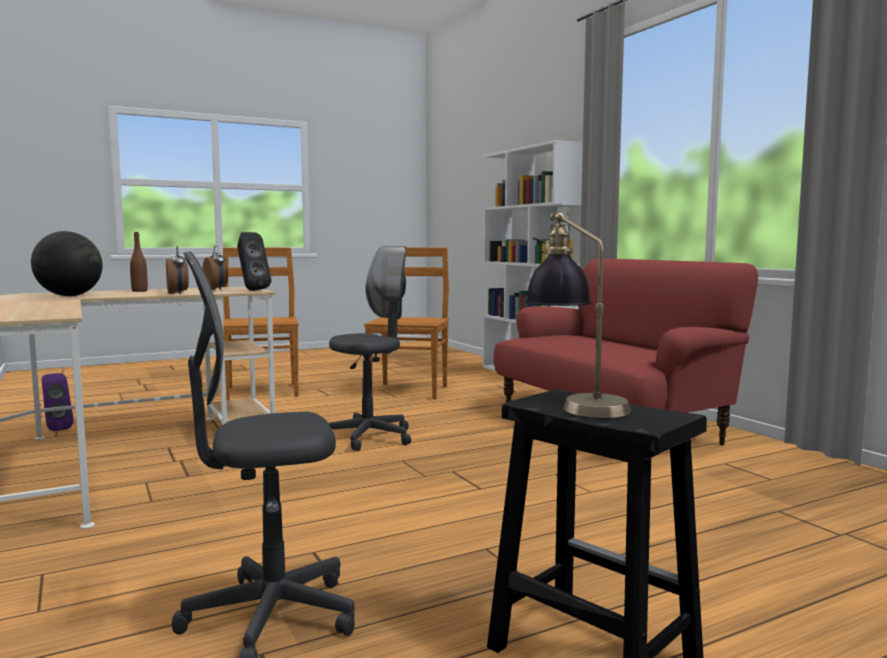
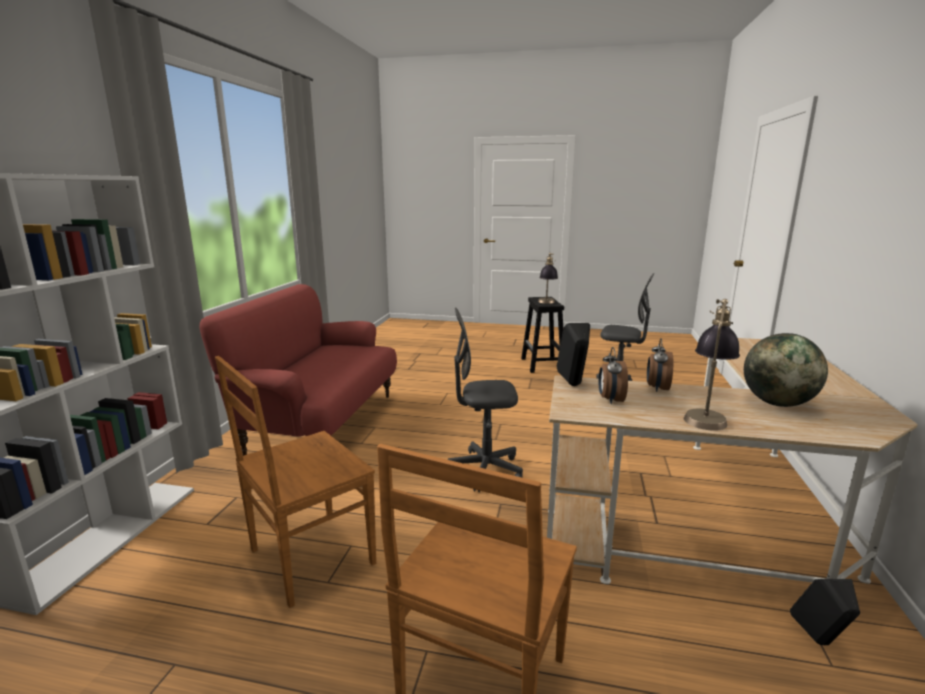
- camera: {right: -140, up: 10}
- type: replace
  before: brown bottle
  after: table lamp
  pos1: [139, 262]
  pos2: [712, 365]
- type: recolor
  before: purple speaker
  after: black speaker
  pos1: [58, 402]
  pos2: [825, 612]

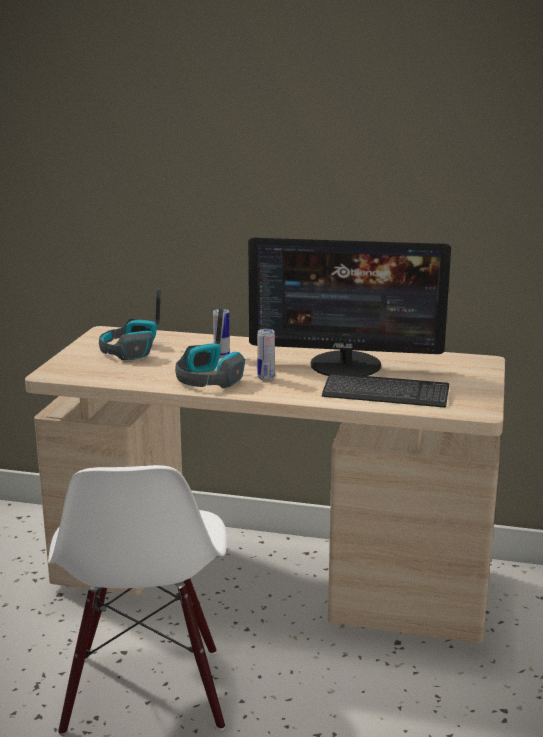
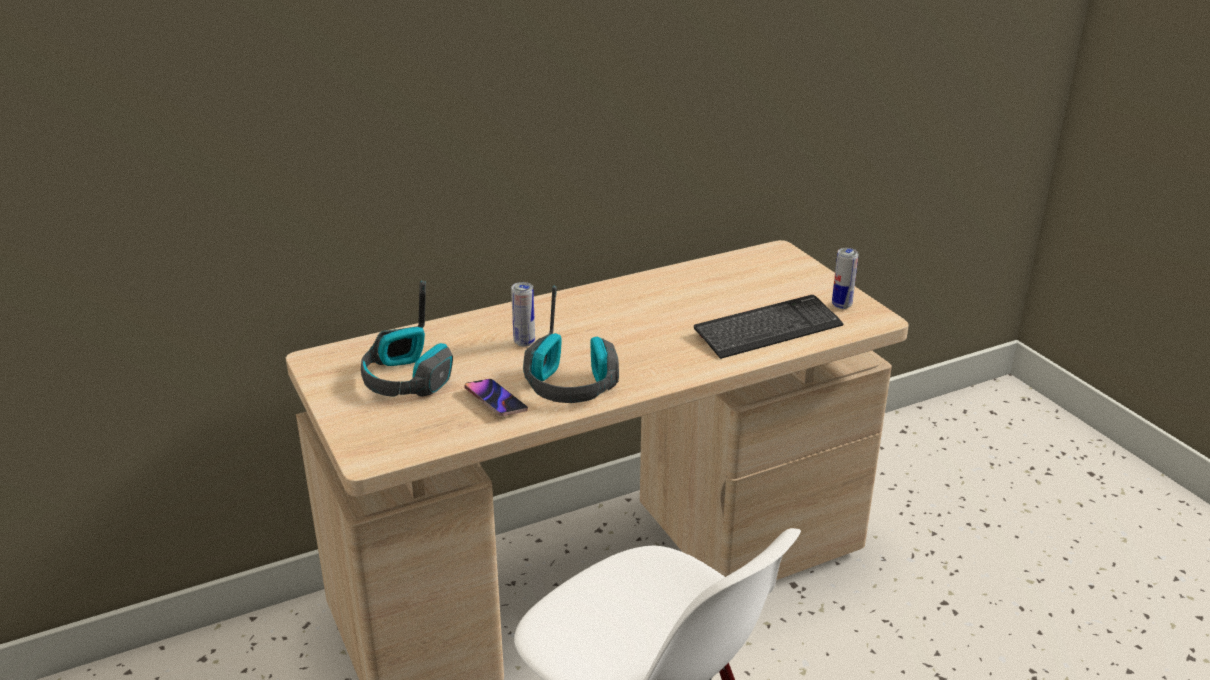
- camera: {right: -40, up: 10}
- type: insert
  after: phone
  pos2: [496, 397]
- type: move
  before: can
  pos1: [266, 355]
  pos2: [845, 278]
- type: delete
  before: monitor
  pos1: [349, 306]

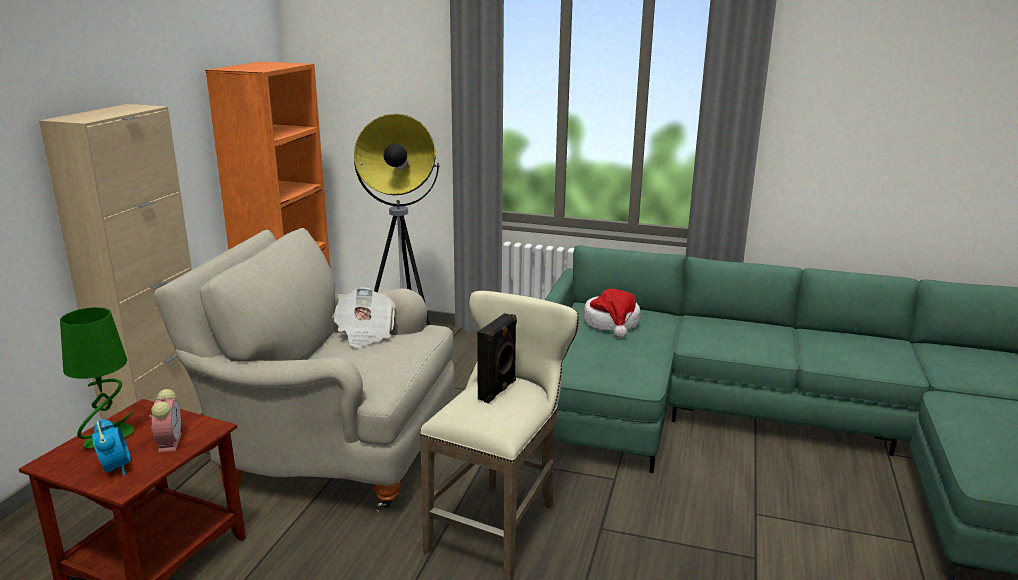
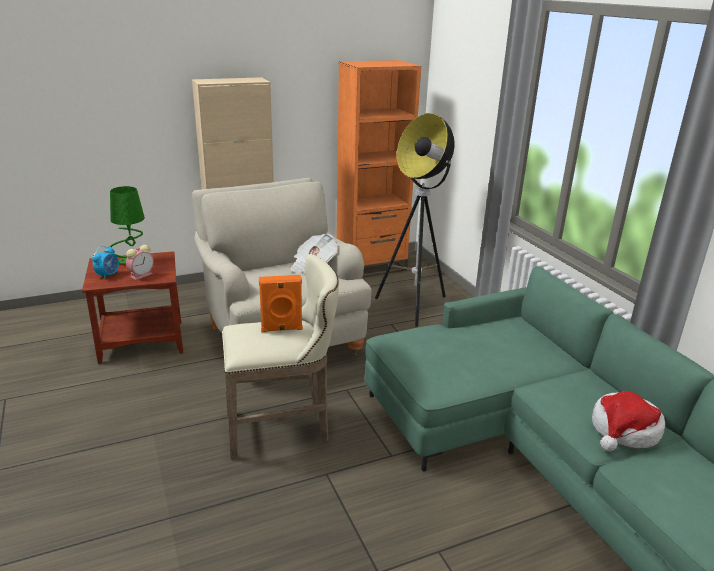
- camera: {right: 50, up: 5}
- type: recolor
  before: black speaker
  after: orange speaker
  pos1: [497, 358]
  pos2: [281, 303]
- type: move
  before: hat
  pos1: [612, 314]
  pos2: [628, 421]

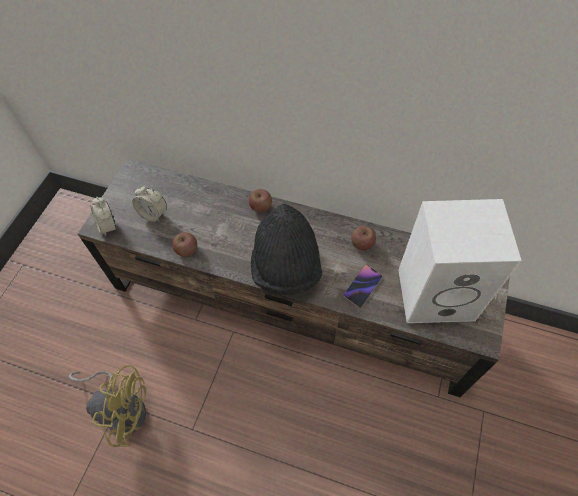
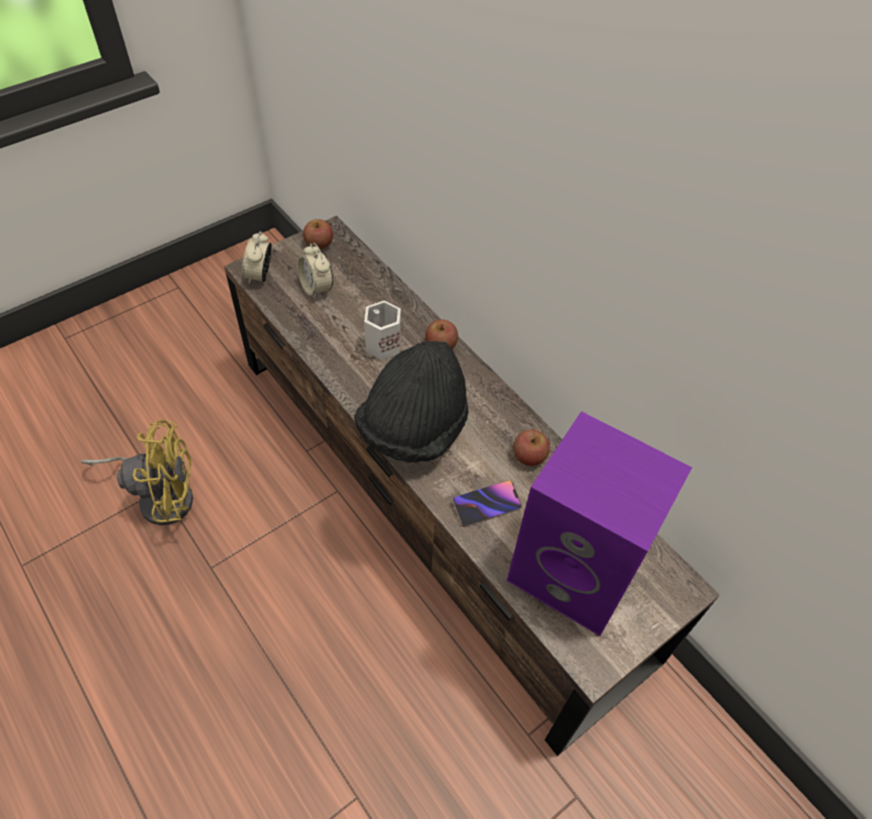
- camera: {right: 30, up: -5}
- type: rotate
  before: yellow fan
  pos1: [107, 406]
  pos2: [137, 472]
  turn: -45
- type: move
  before: apple
  pos1: [184, 244]
  pos2: [318, 234]
- type: insert
  after: white mug
  pos2: [382, 330]
- type: recolor
  before: white speaker
  after: purple speaker
  pos1: [460, 261]
  pos2: [599, 523]

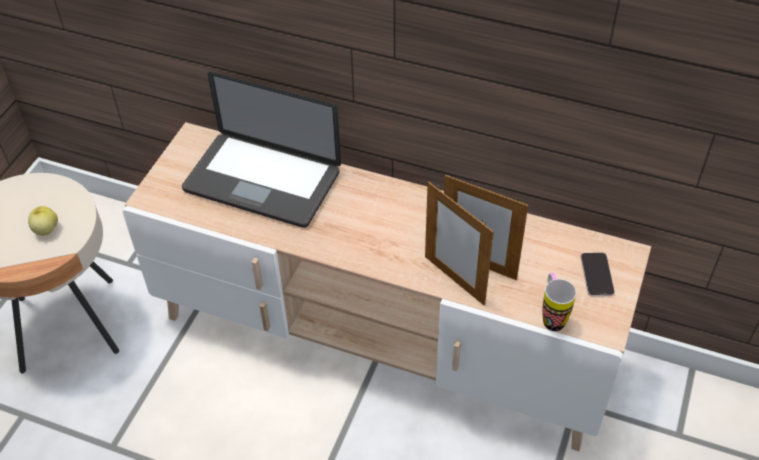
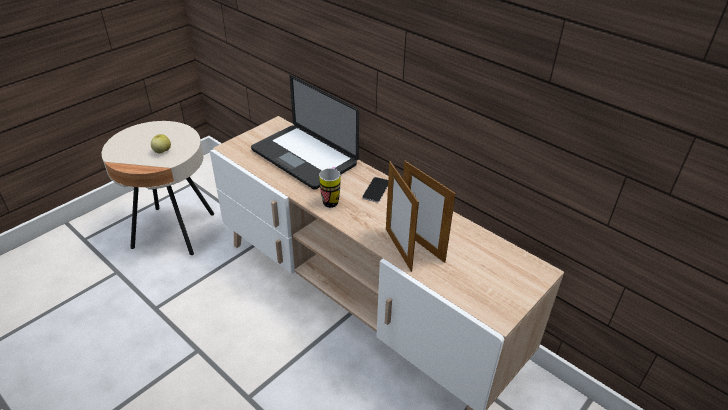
- camera: {right: 20, up: -10}
- type: move
  before: mug
  pos1: [559, 302]
  pos2: [329, 187]
- type: move
  before: phone
  pos1: [598, 274]
  pos2: [375, 189]

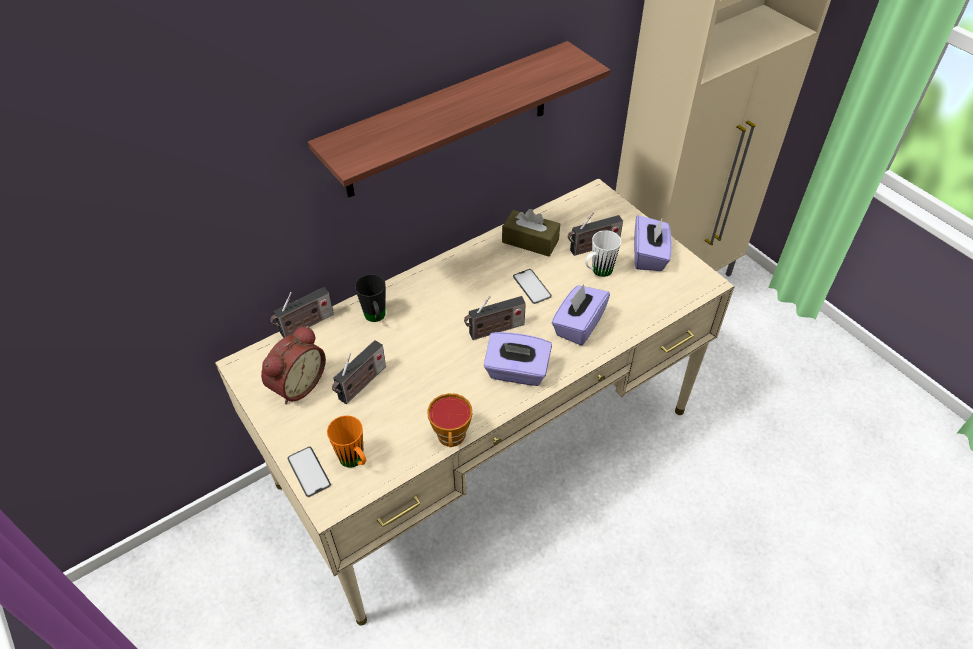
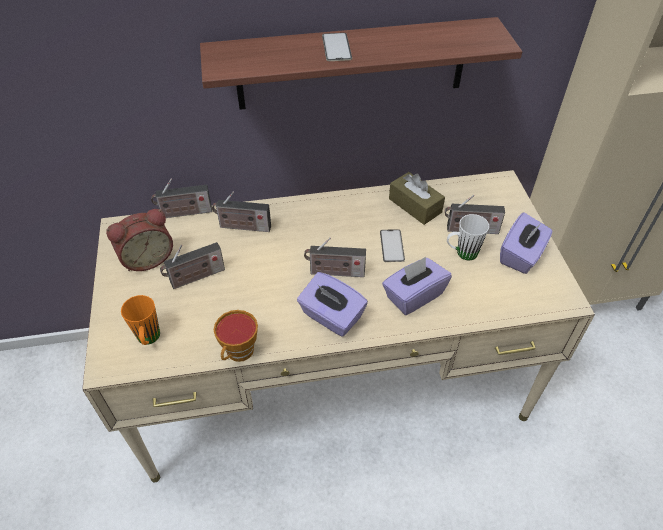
- camera: {right: 25, up: 0}
- type: replace
  before: black mug
  after: radio
  pos1: [370, 298]
  pos2: [241, 211]
- type: move
  before: phone
  pos1: [309, 472]
  pos2: [337, 47]

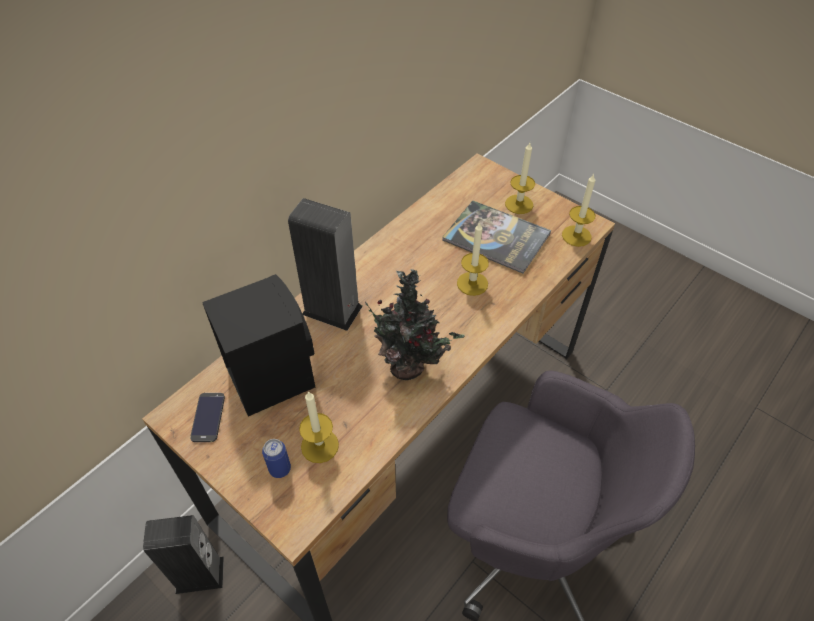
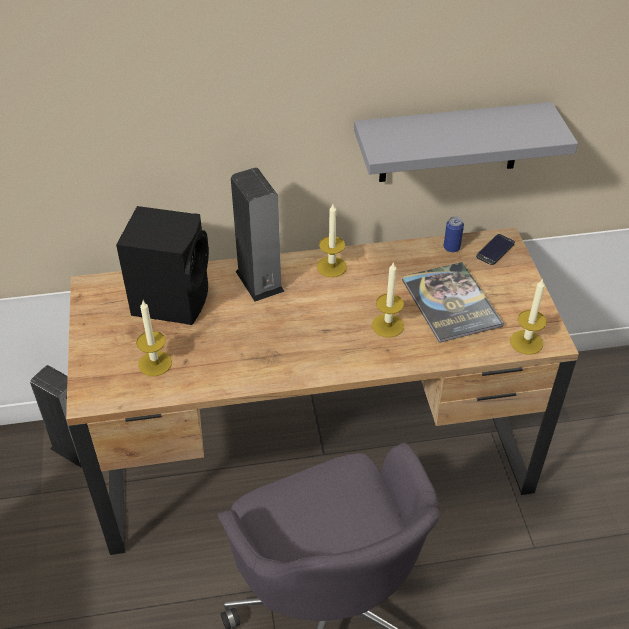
- camera: {right: 40, up: -5}
- type: move
  before: candle
  pos1: [520, 178]
  pos2: [332, 240]
- type: insert
  after: grey shelf
  pos2: [466, 142]
- type: move
  before: can
  pos1: [276, 458]
  pos2: [454, 234]
- type: move
  before: phone
  pos1: [207, 417]
  pos2: [495, 249]
- type: delete
  before: potted plant
  pos1: [411, 324]

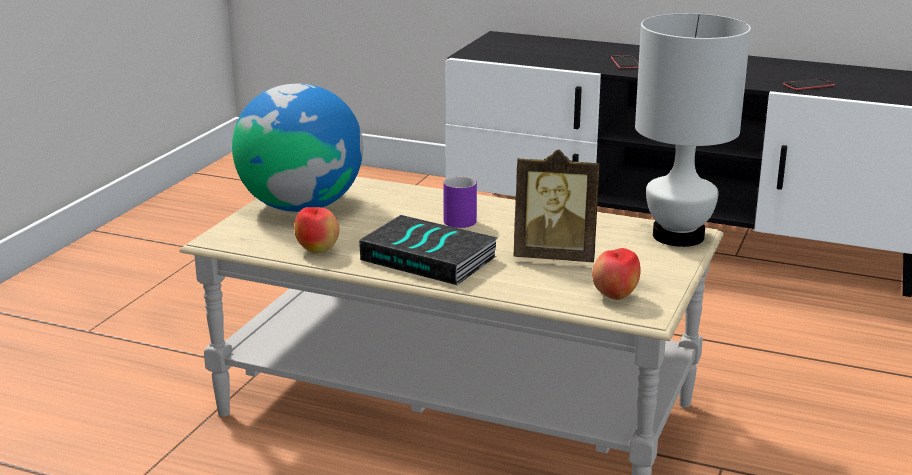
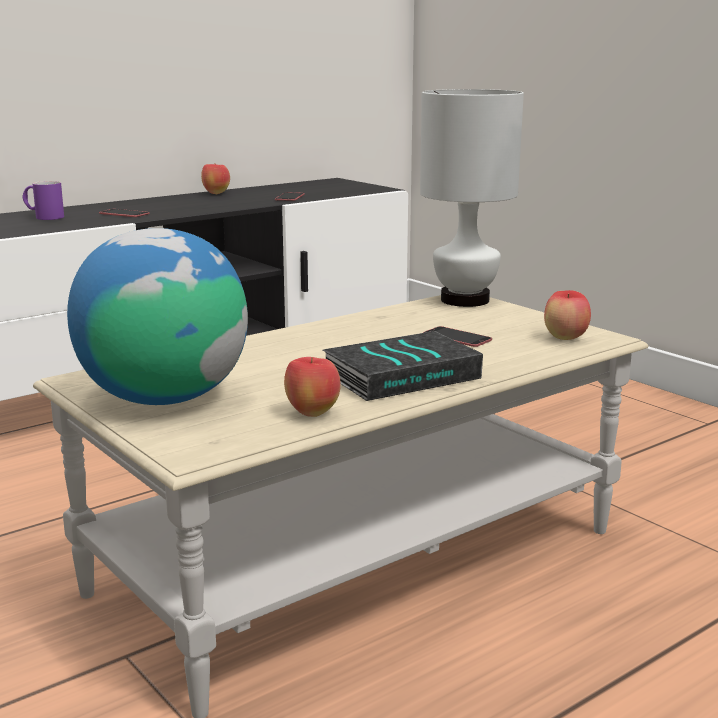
- camera: {right: -60, up: -5}
- type: move
  before: purple mug
  pos1: [460, 202]
  pos2: [43, 200]
- type: insert
  after: apple
  pos2: [215, 178]
- type: replace
  before: picture frame
  after: phone
  pos1: [556, 205]
  pos2: [457, 336]

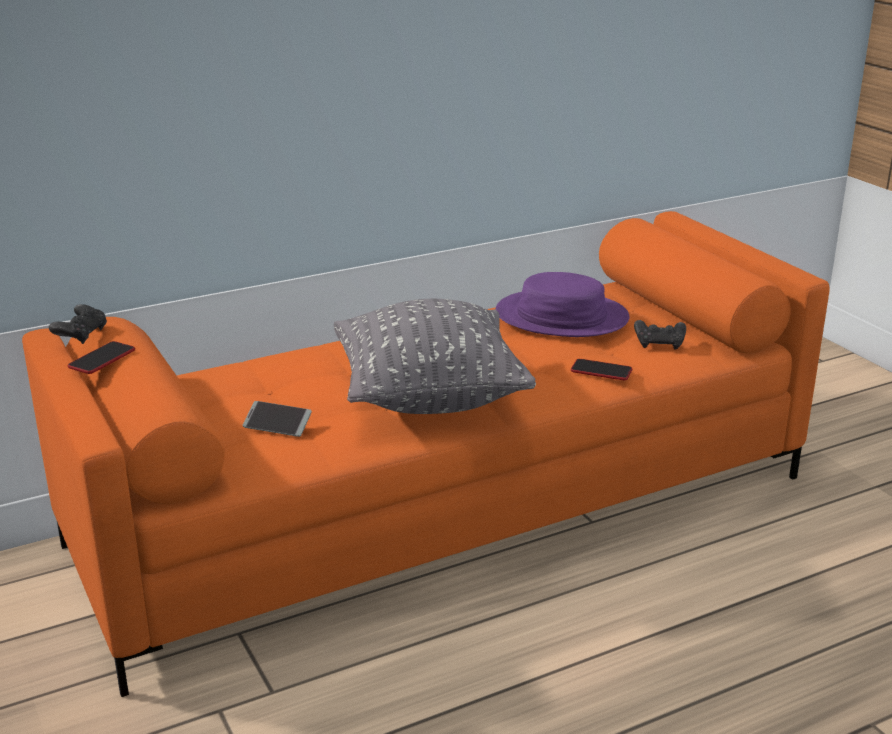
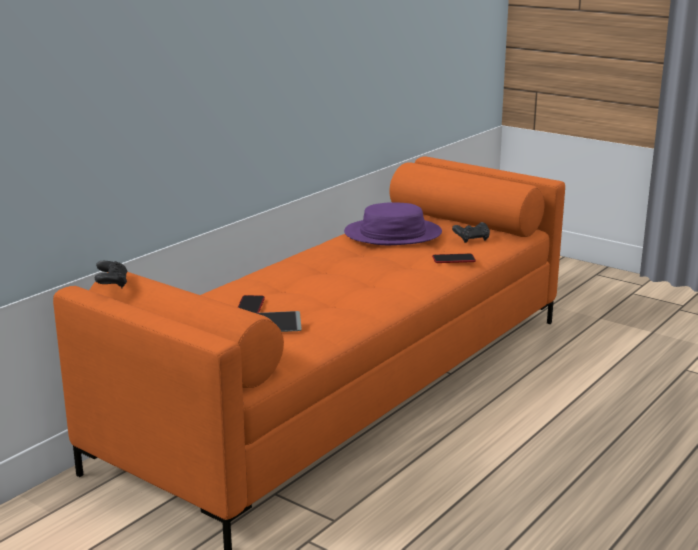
- camera: {right: -25, up: -5}
- type: move
  before: phone
  pos1: [101, 357]
  pos2: [251, 304]
- type: delete
  before: grey pillow
  pos1: [435, 356]

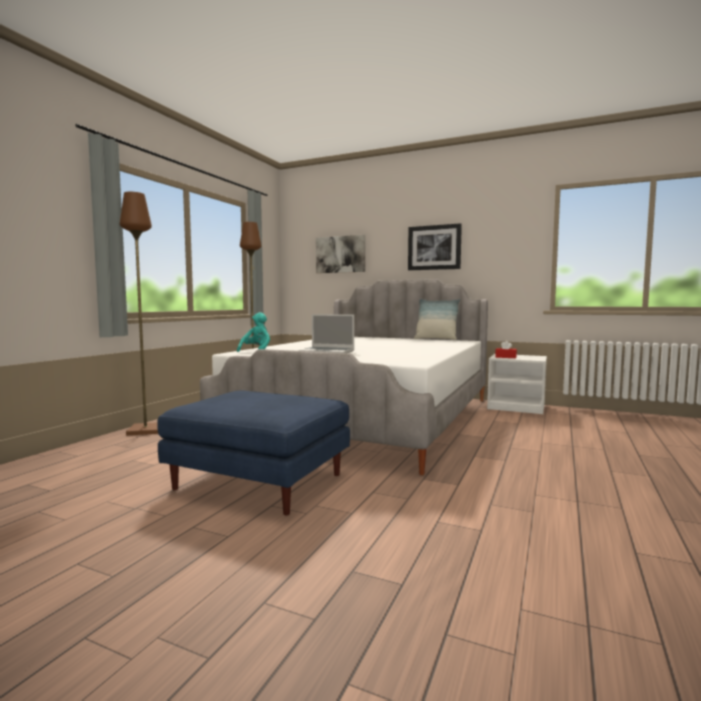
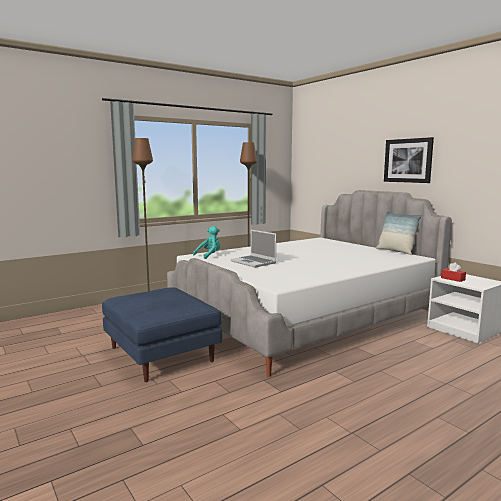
- camera: {right: 30, up: 5}
- type: delete
  before: picture
  pos1: [340, 254]

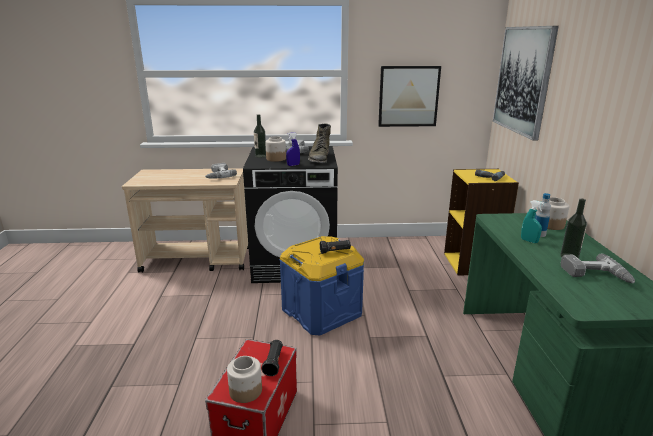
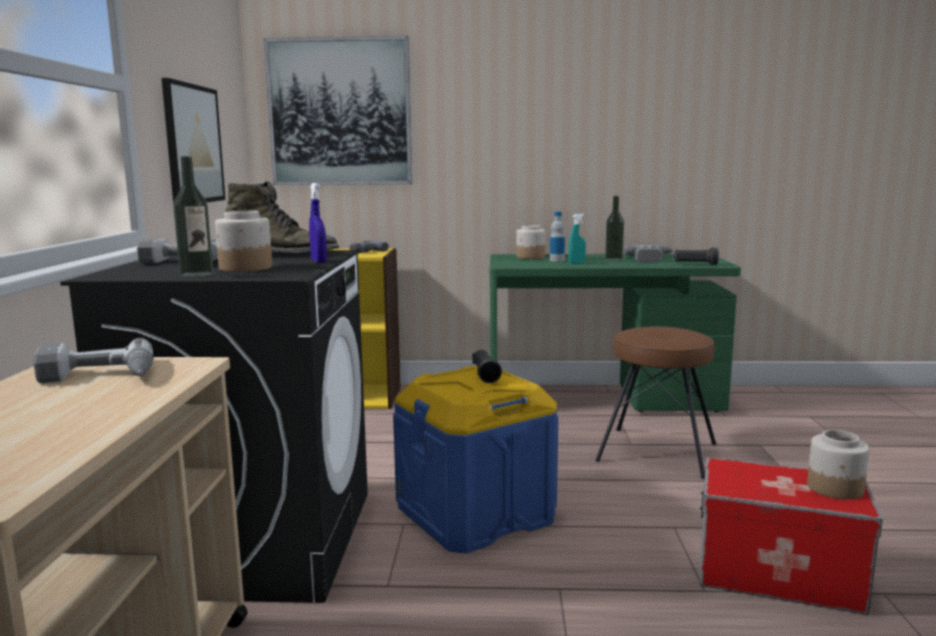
- camera: {right: -85, up: -10}
- type: insert
  after: brown stool
  pos2: [655, 402]
- type: move
  before: black flashlight
  pos1: [272, 358]
  pos2: [696, 256]

